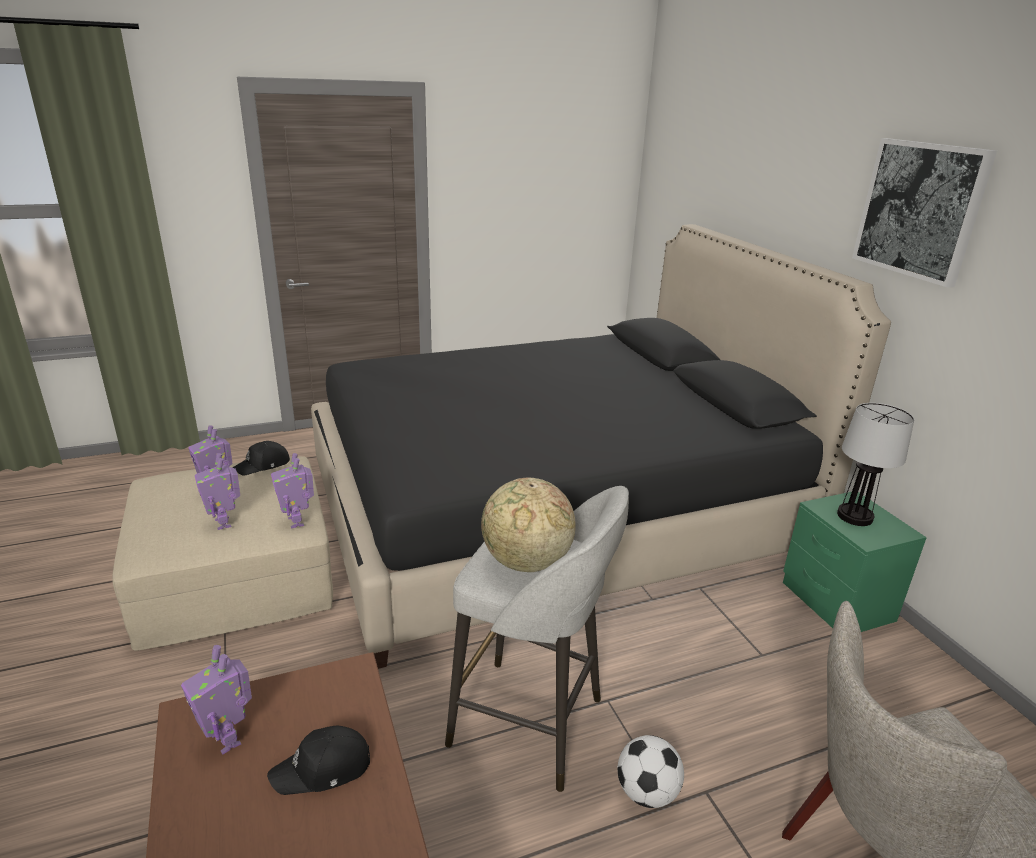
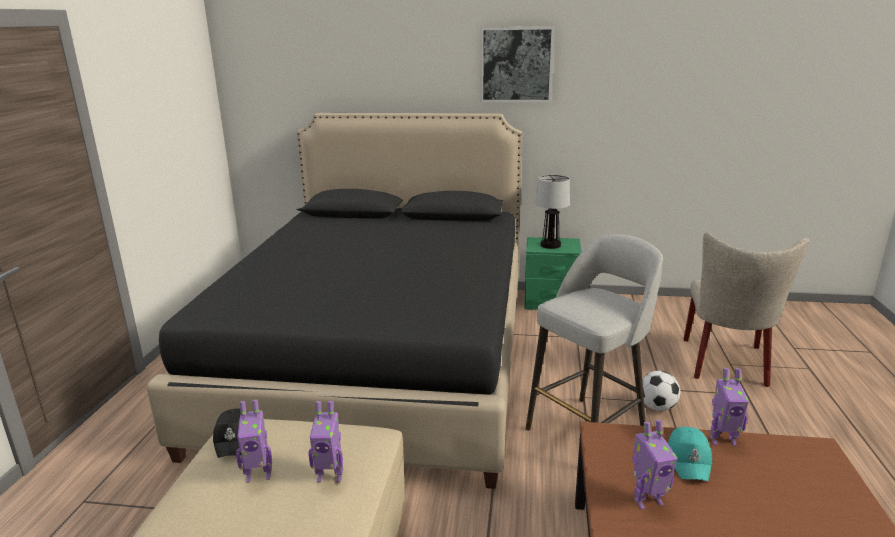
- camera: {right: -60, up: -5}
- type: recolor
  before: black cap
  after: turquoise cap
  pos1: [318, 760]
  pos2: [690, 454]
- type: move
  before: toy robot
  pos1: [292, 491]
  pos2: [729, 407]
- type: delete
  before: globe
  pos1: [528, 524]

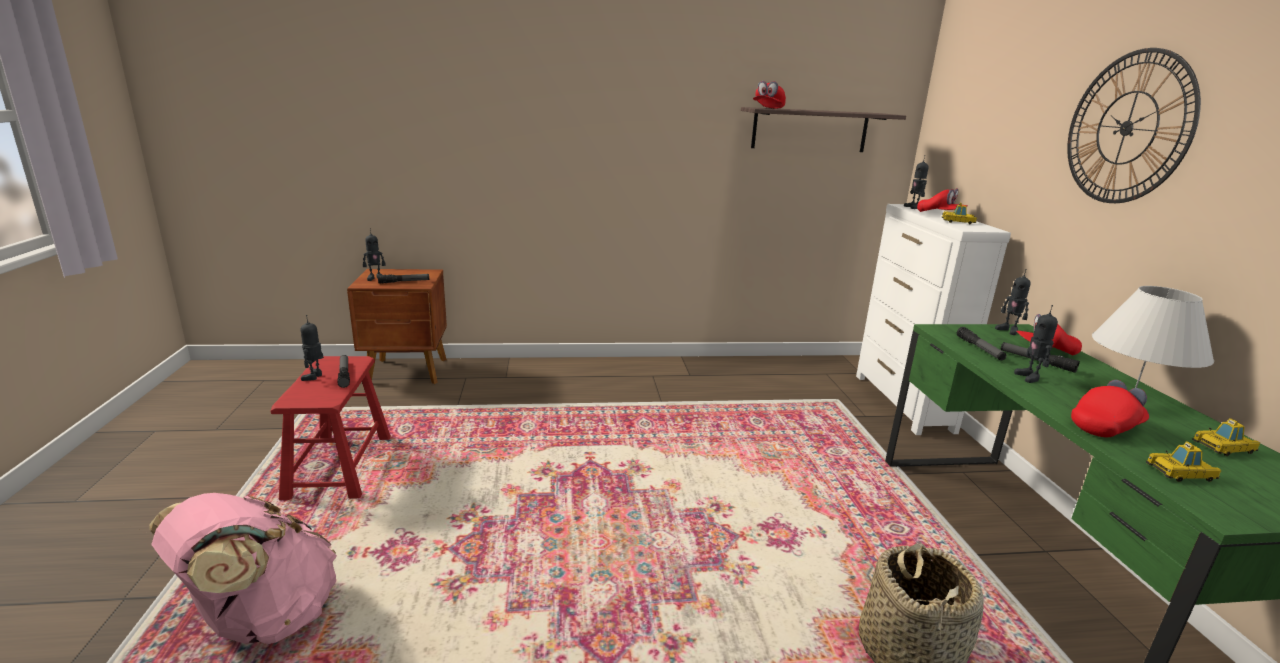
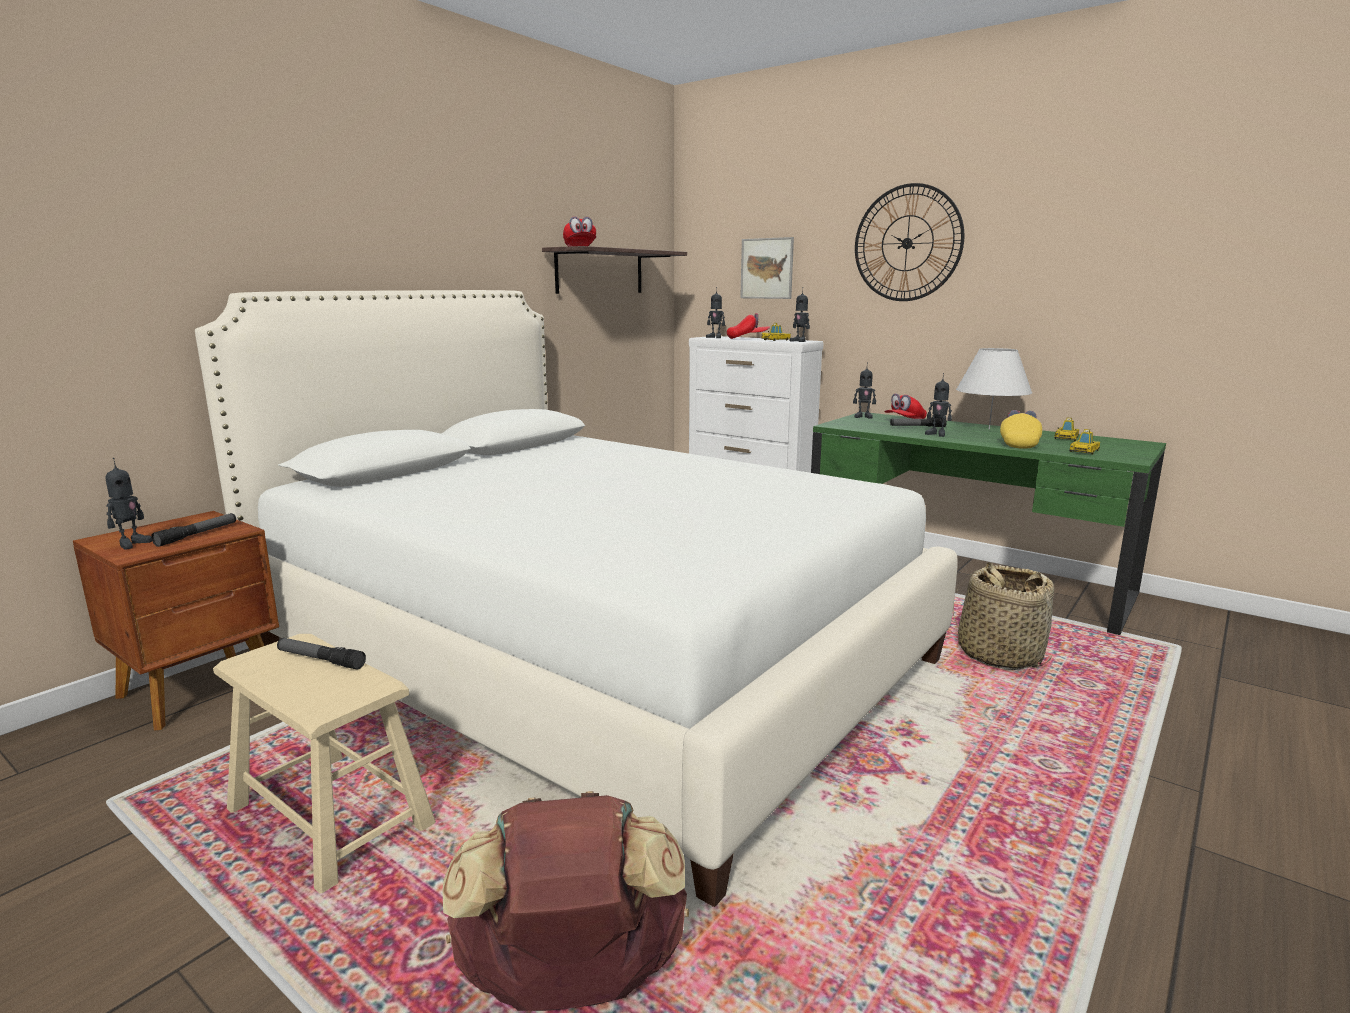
- camera: {right: -45, up: -5}
- type: insert
  after: white bed
  pos2: [576, 598]
- type: recolor
  before: red stool
  after: beige stool
  pos1: [330, 428]
  pos2: [324, 764]
- type: recolor
  before: pink backpack
  after: brown backpack
  pos1: [243, 568]
  pos2: [566, 901]
- type: insert
  after: picture
  pos2: [767, 268]
- type: move
  before: toy robot
  pos1: [312, 348]
  pos2: [800, 314]
- type: recolor
  before: red cap
  after: yellow cap
  pos1: [1110, 408]
  pos2: [1021, 429]
- type: delete
  before: flashlight
  pos1: [982, 343]

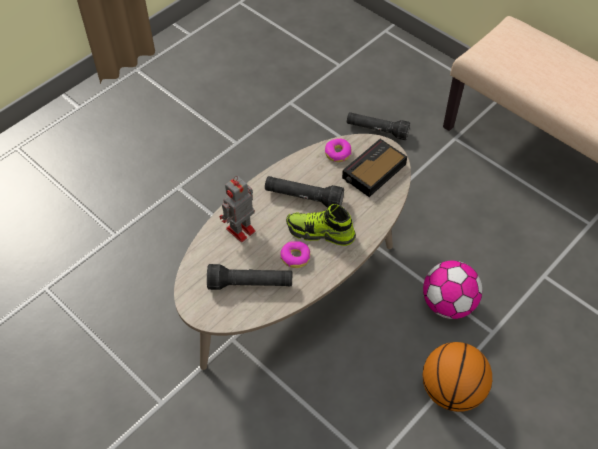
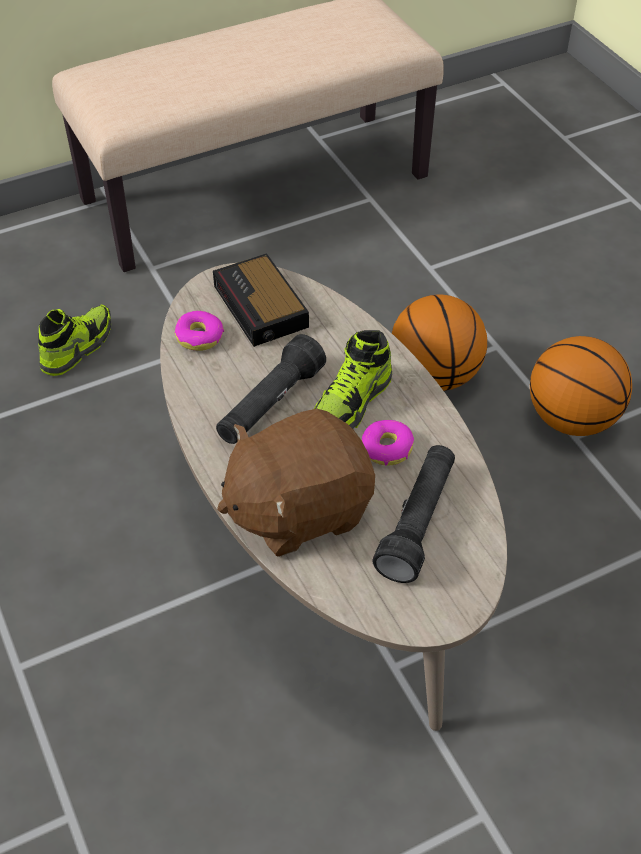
- camera: {right: -70, up: -5}
- type: replace
  before: black flashlight
  after: shoe
  pos1: [378, 126]
  pos2: [74, 340]
- type: replace
  before: toy robot
  after: brown plush toy
  pos1: [237, 209]
  pos2: [296, 482]
- type: replace
  before: football
  after: basketball
  pos1: [452, 290]
  pos2: [439, 342]

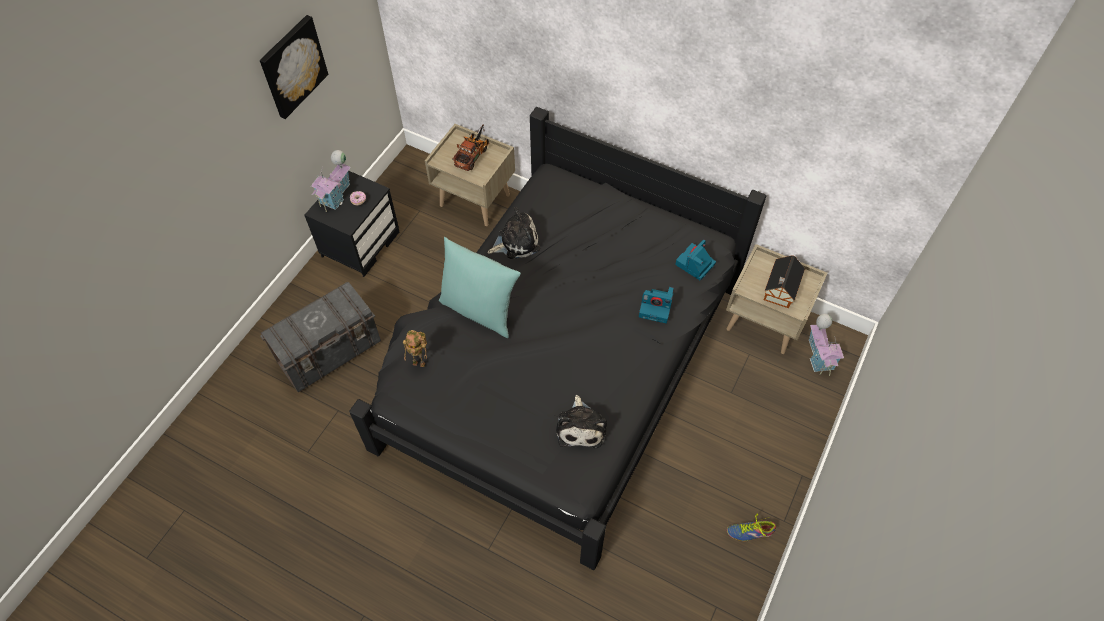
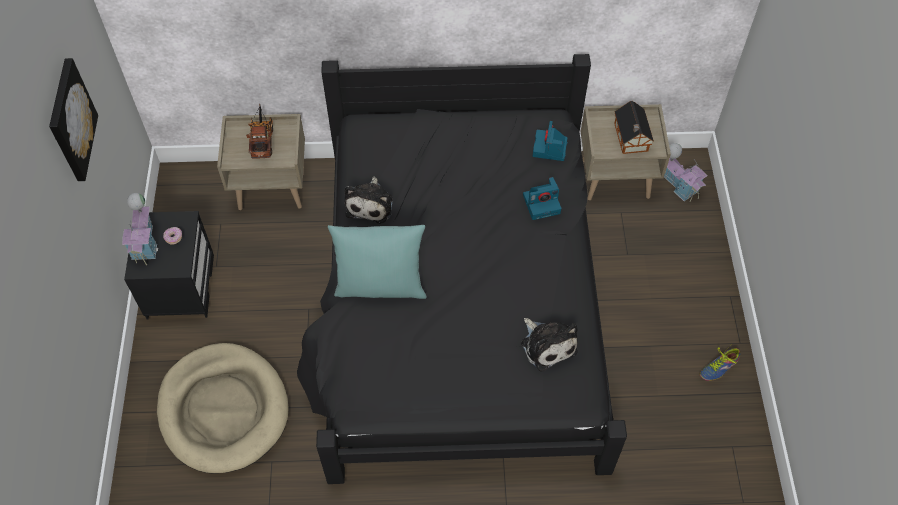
- camera: {right: -30, up: 0}
- type: replace
  before: grey storage box
  after: beige dog bed
  pos1: [320, 337]
  pos2: [223, 408]
- type: rotate
  before: plush toy
  pos1: [514, 233]
  pos2: [368, 200]
  turn: 150
- type: delete
  before: toy robot
  pos1: [415, 348]

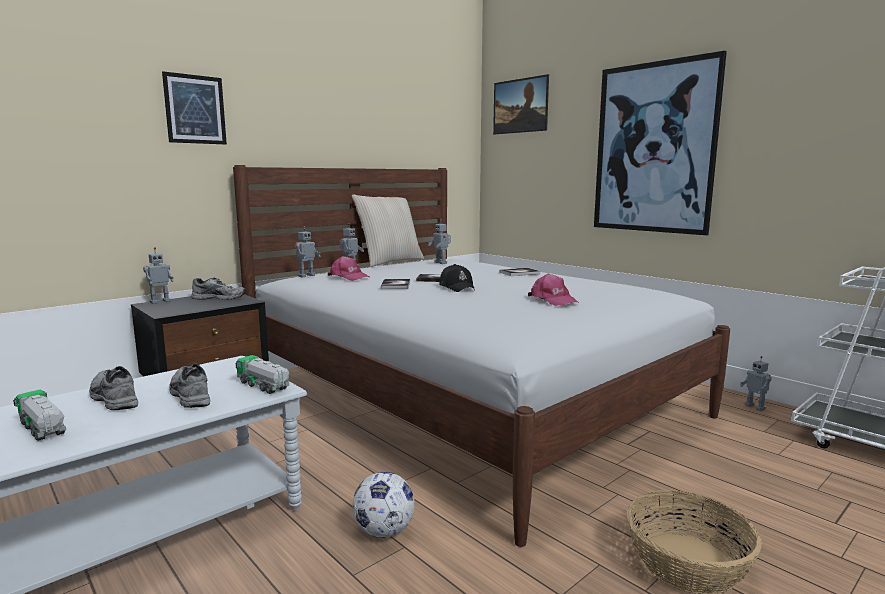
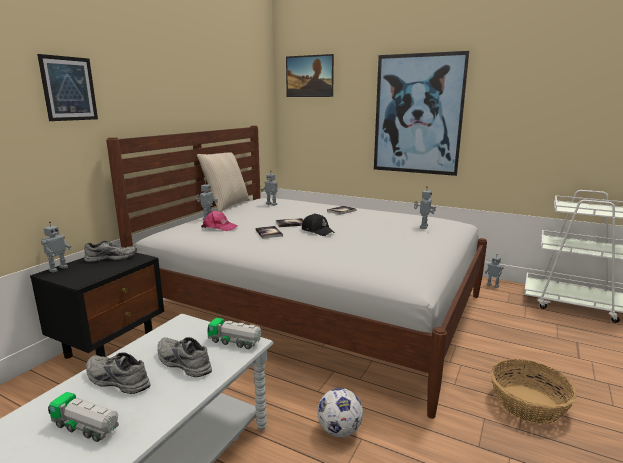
- camera: {right: -20, up: 5}
- type: move
  before: toy robot
  pos1: [308, 252]
  pos2: [425, 207]
- type: delete
  before: pink cap
  pos1: [553, 290]

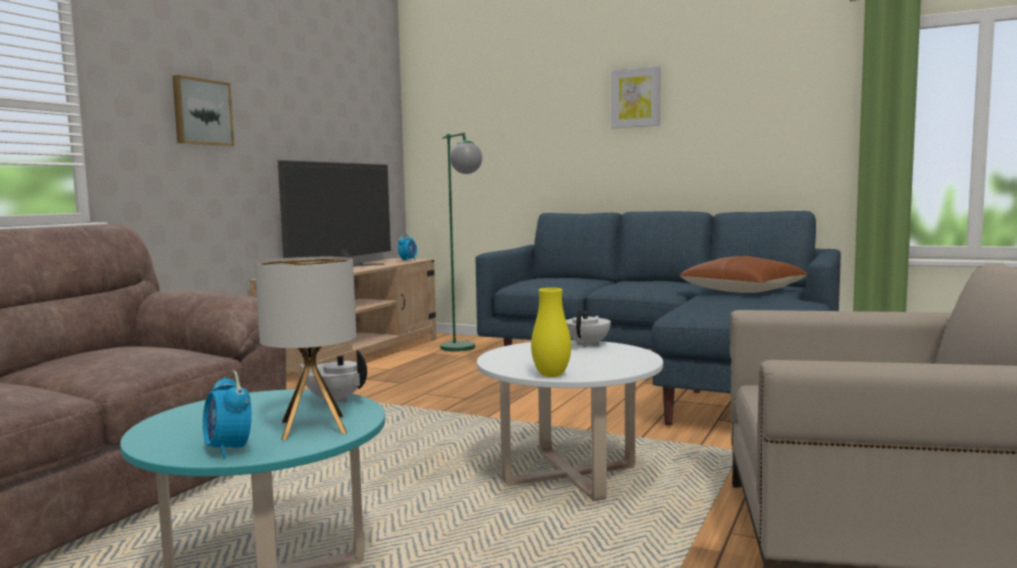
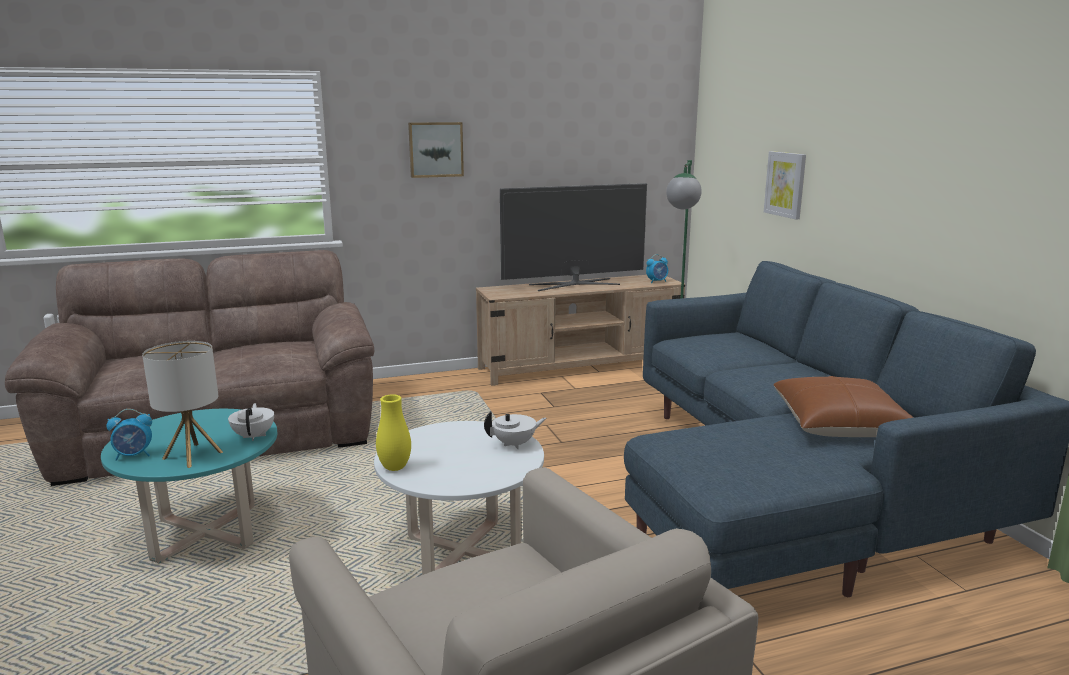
- camera: {right: 45, up: 10}
- type: rotate
  before: alarm clock
  pos1: [227, 414]
  pos2: [129, 435]
  turn: -120
- type: move
  before: picture
  pos1: [636, 97]
  pos2: [785, 185]

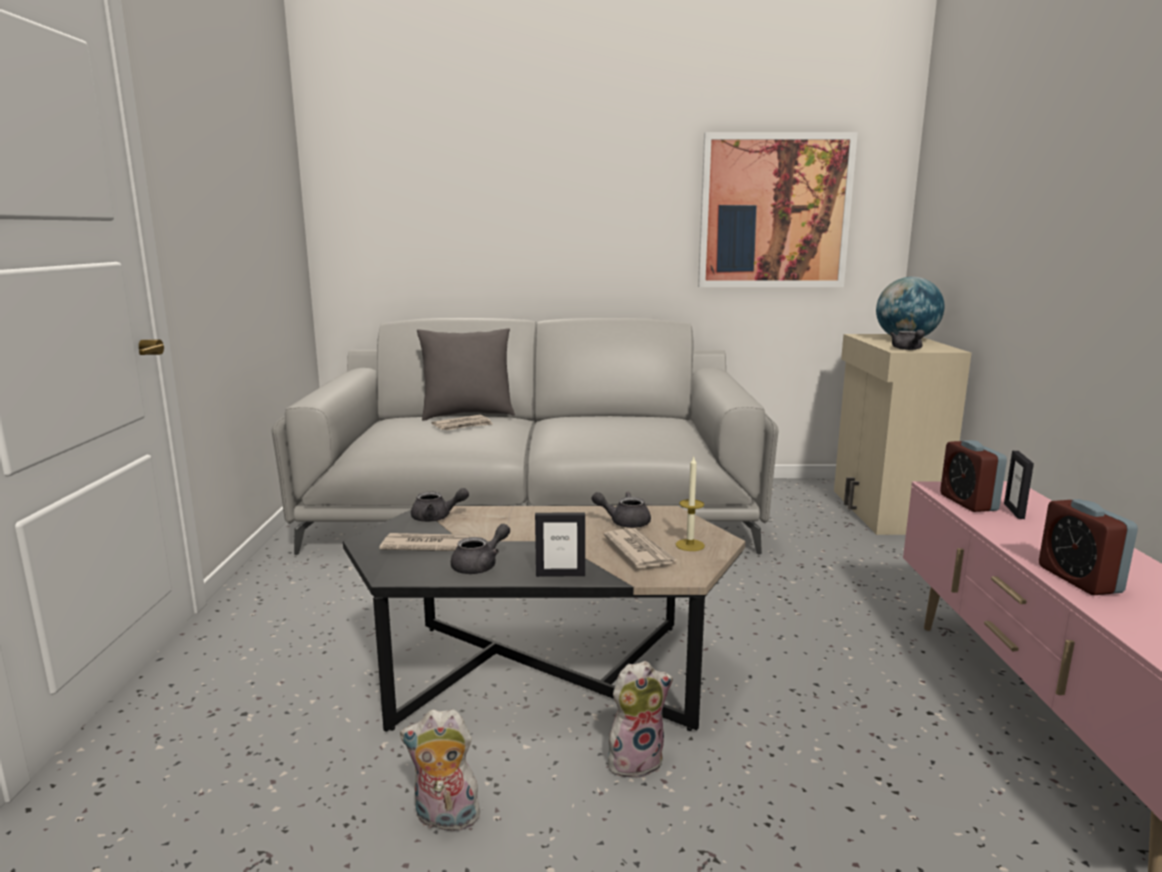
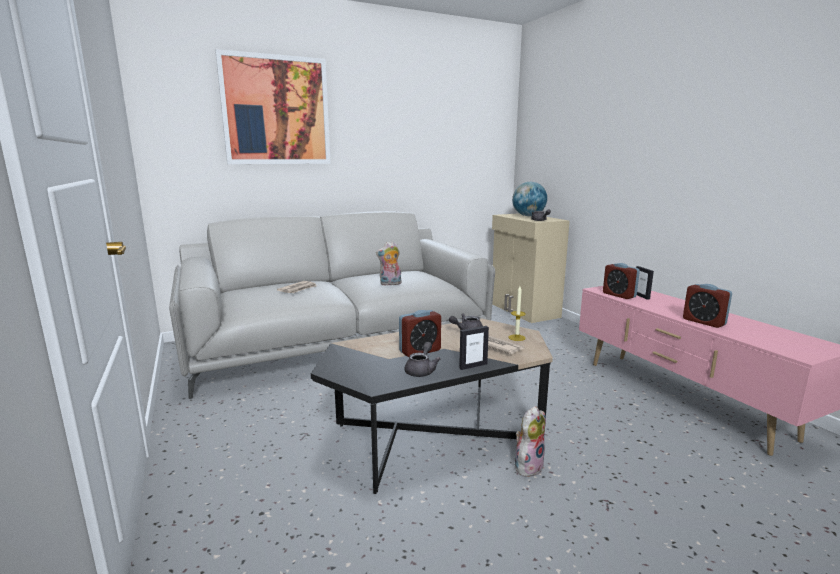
- camera: {right: -25, up: 0}
- type: move
  before: picture
  pos1: [778, 209]
  pos2: [273, 106]
- type: move
  before: plush toy
  pos1: [443, 772]
  pos2: [388, 263]
- type: insert
  after: alarm clock
  pos2: [420, 333]
- type: delete
  before: newspaper
  pos1: [424, 542]
- type: delete
  before: grey teapot
  pos1: [440, 505]
- type: delete
  before: grey pillow
  pos1: [466, 374]

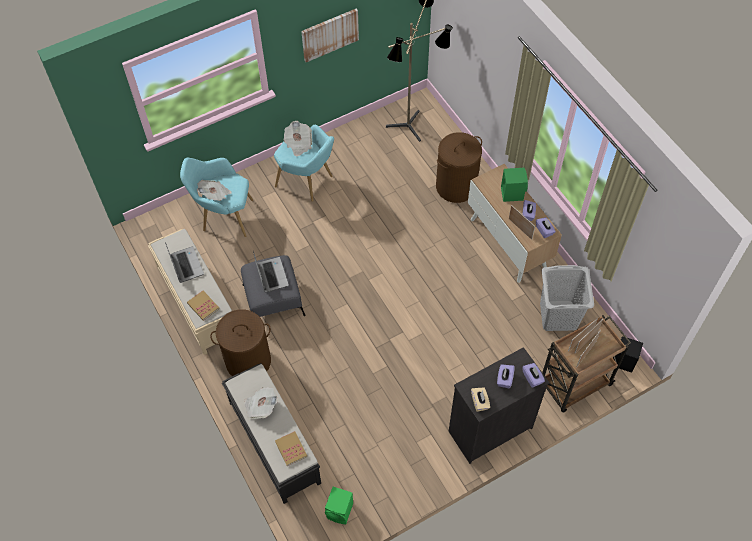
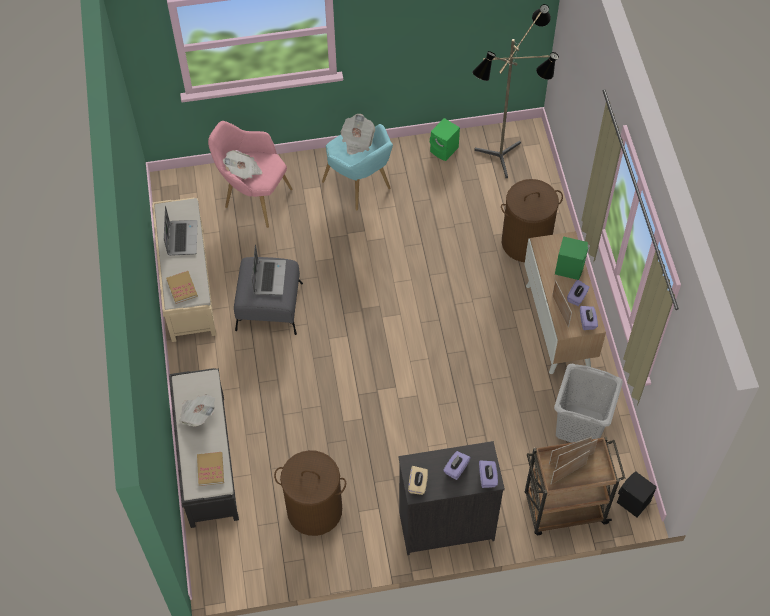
- camera: {right: 20, up: 0}
- type: recolor
  before: turquoise armchair
  after: pink armchair
  pos1: [216, 197]
  pos2: [250, 174]
- type: move
  before: brown laundry basket
  pos1: [240, 342]
  pos2: [310, 493]
- type: move
  before: green speaker
  pos1: [339, 505]
  pos2: [445, 139]
- type: delete
  before: picture
  pos1: [330, 35]

